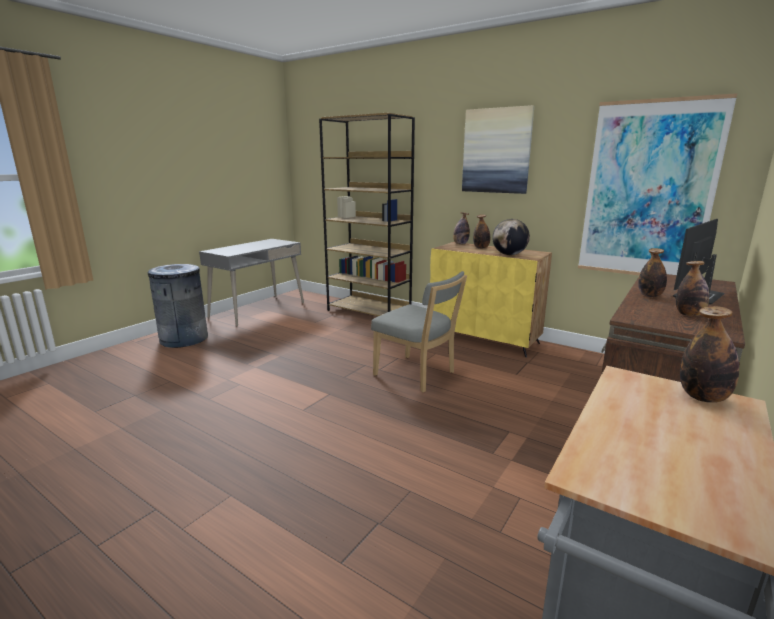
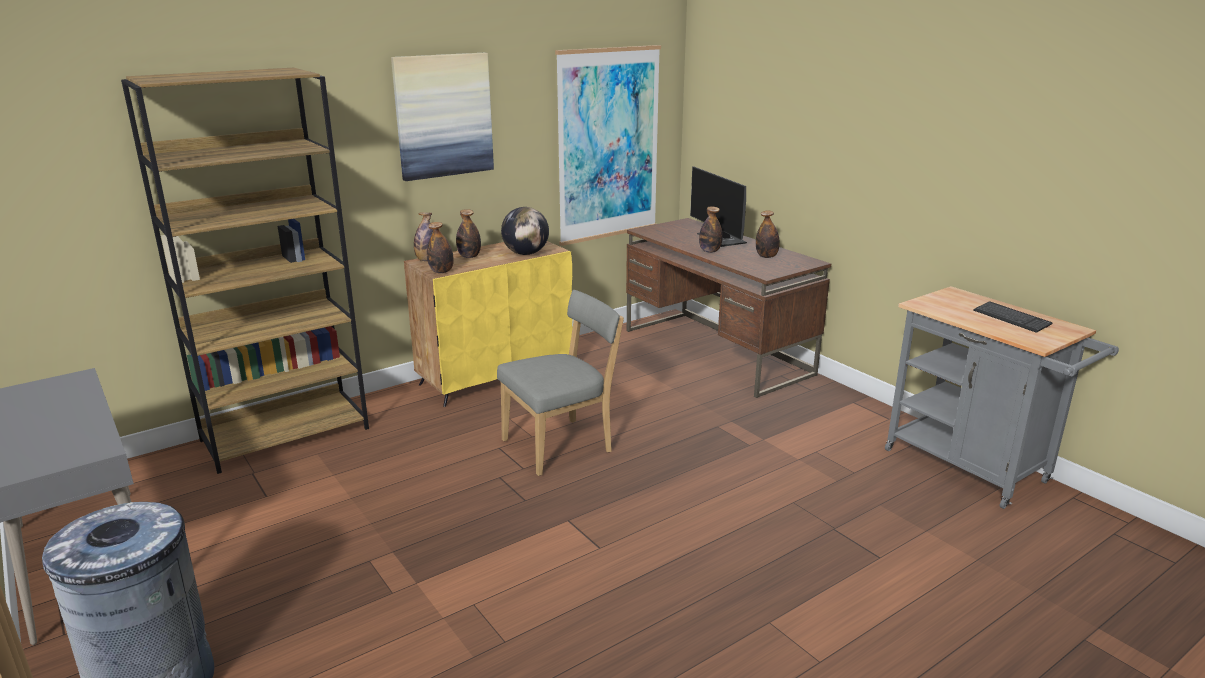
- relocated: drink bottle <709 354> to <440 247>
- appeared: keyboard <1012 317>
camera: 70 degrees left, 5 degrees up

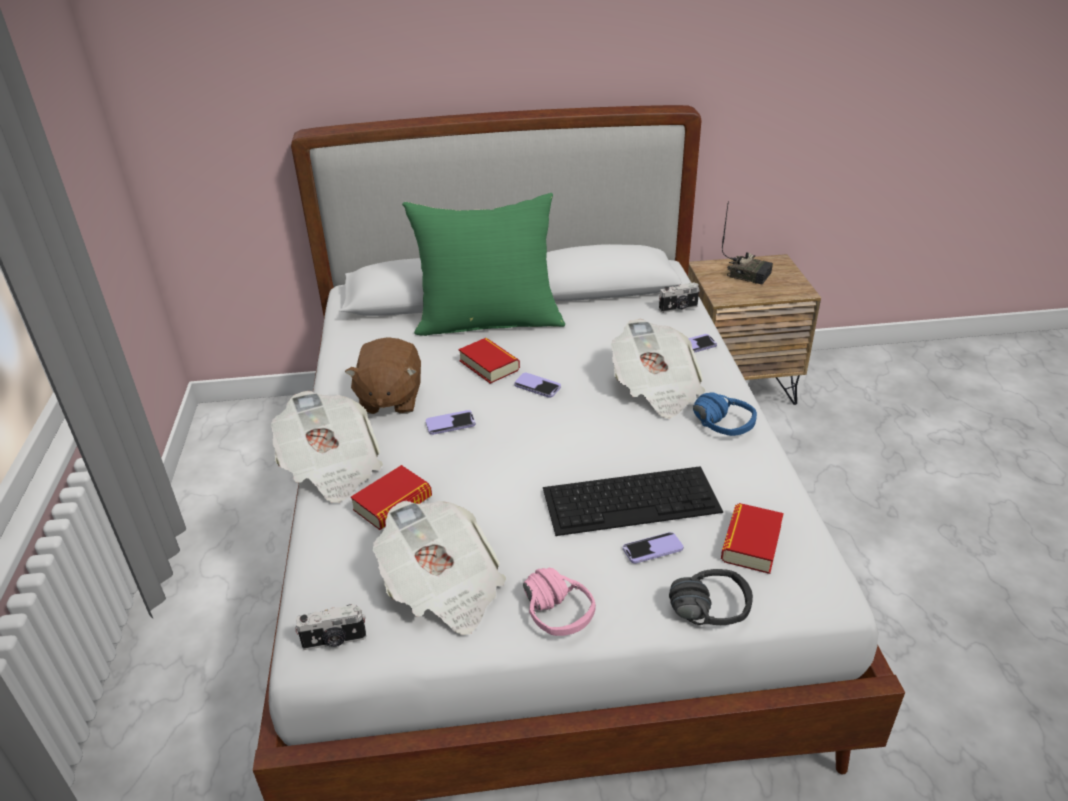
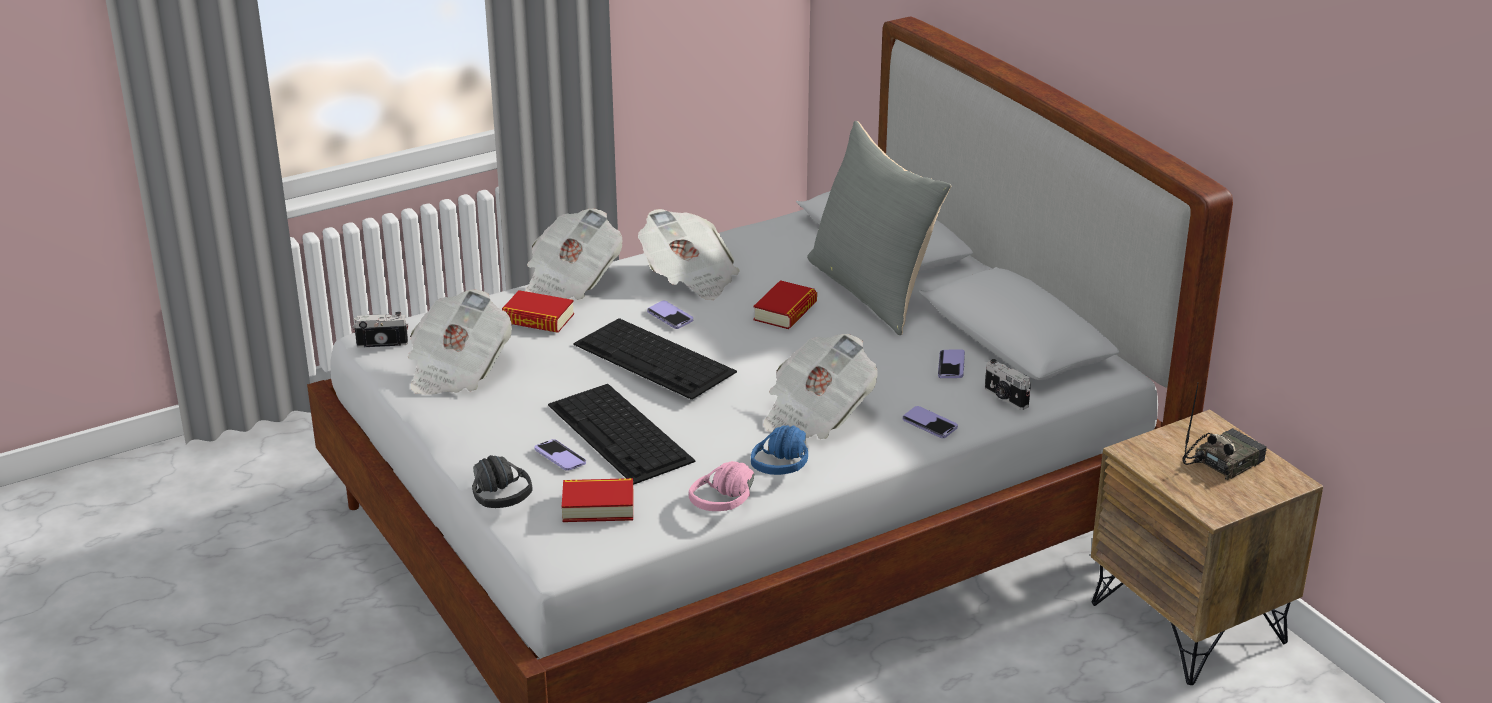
- spun: still camera <330 627> = <380 329> 120 degrees clockwise
- appeared: keyboard <655 359>
- exchanged: plush toy (brown) <383 375> to printed paper <689 254>
- relocated: headset (pink-coloured) <559 602> to <721 486>
- colour: throw pillow (green) <483 264> to throw pillow (greyish) <879 228>
- relocated: phone <537 385> to <951 363>
- spun: radio receiver <747 243> = <1225 432> 135 degrees counterclockwise
camera: 65 degrees right, 5 degrees down

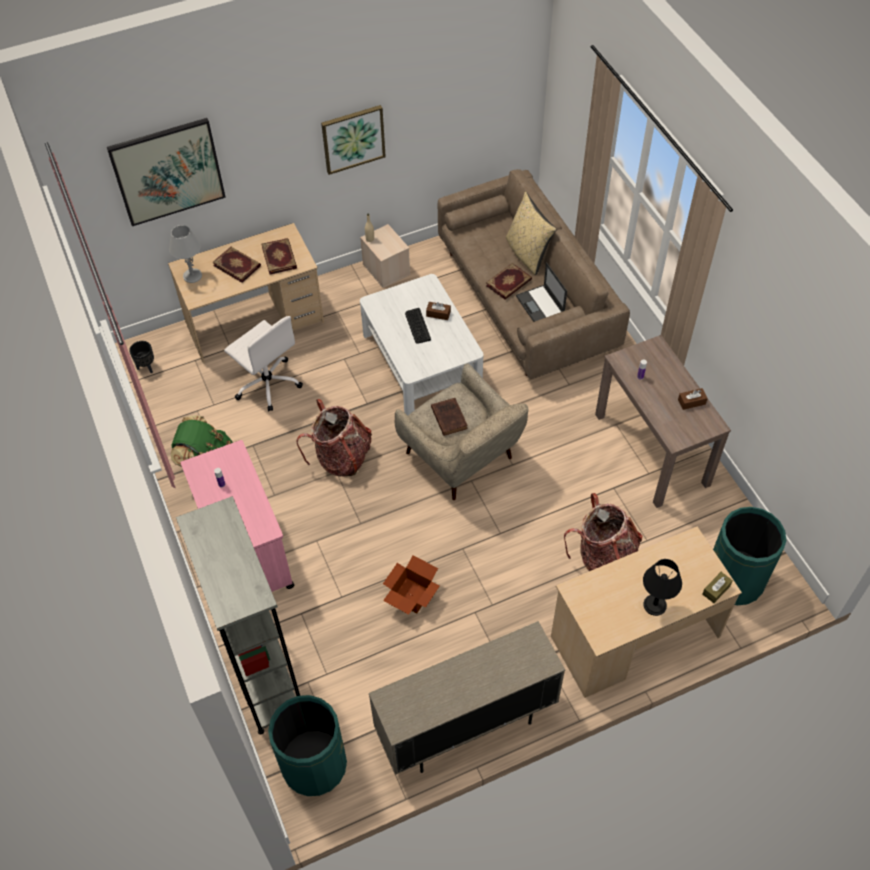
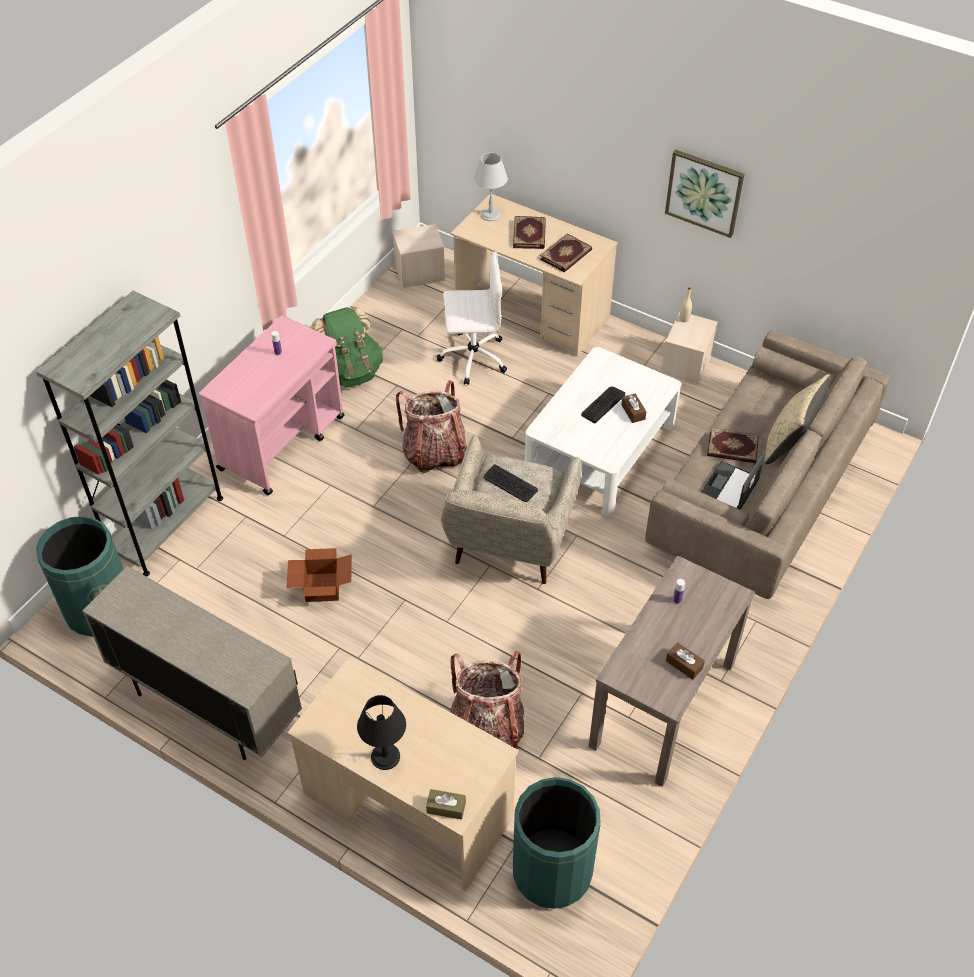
- exchanged: flower pot (blackish) <141 357> to storage container (beige-coloured) <418 256>
- spun: computer chair (white-coloured) <263 363> = <471 318> 105 degrees counterclockwise
- exchanged: book (brown) <449 417> to keyboard <511 483>
- missing: wall art <166 172>
camera: 55 degrees right, 5 degrees down

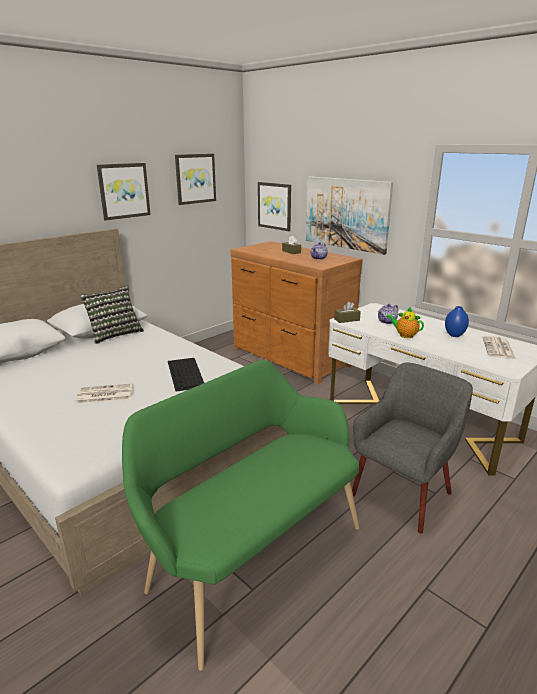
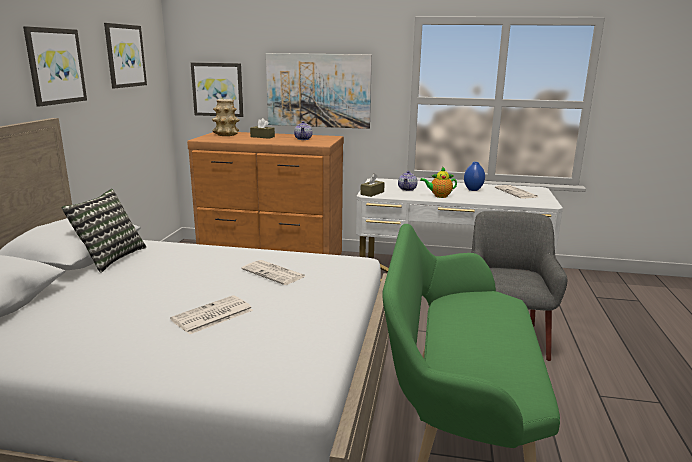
- appeared: decorative vase <226 117>
- exchanged: keyboard <186 375> to printed paper <273 272>
camera: 35 degrees left, 5 degrees down

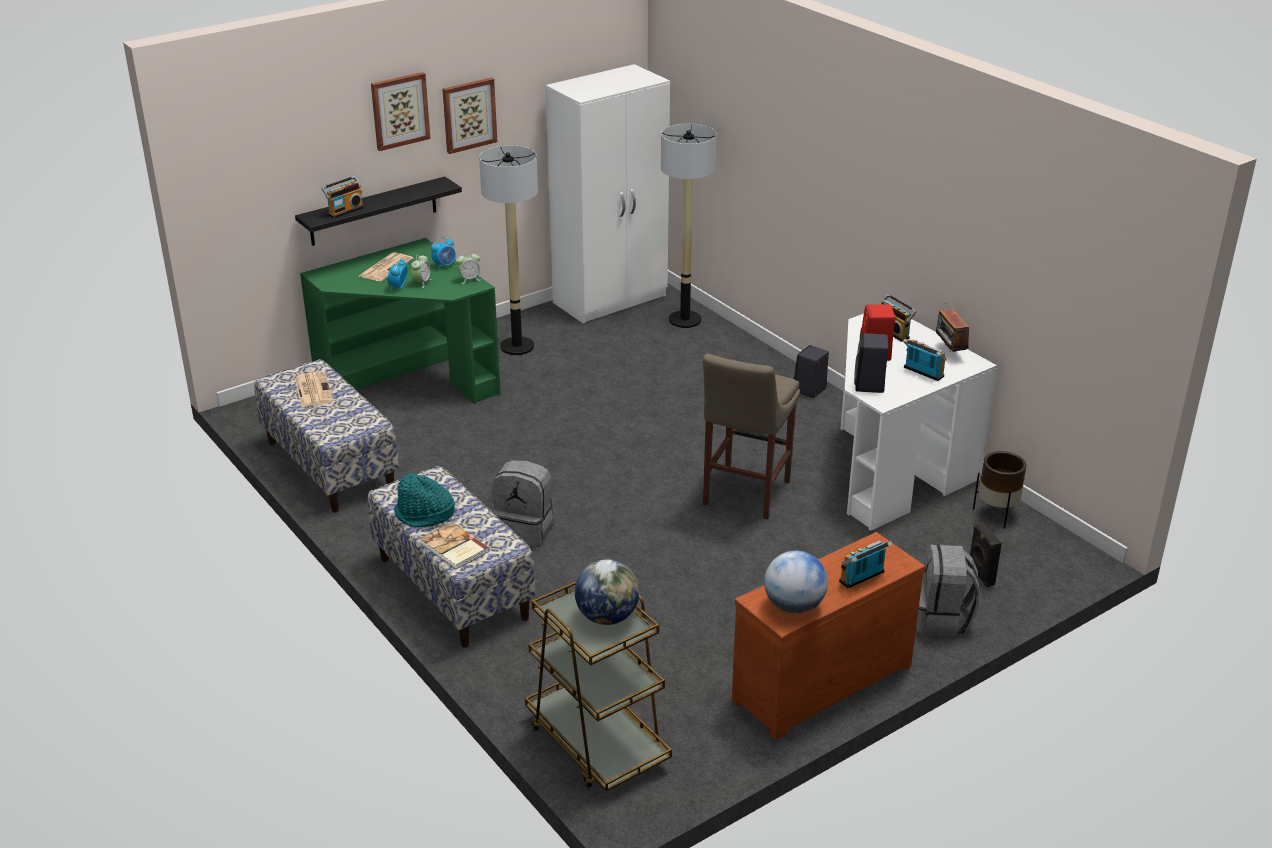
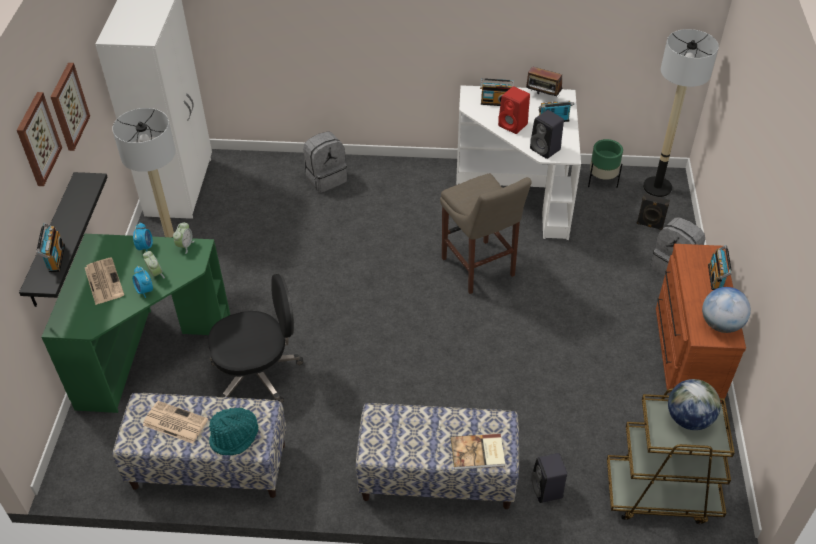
- appeared: computer chair (blackish) <255 338>
- relocated: clothing hat (turquoise) <424 500> to <233 431>
- relocated: knapsack (greyish) <523 503> to <325 162>
- relocated: speaker (blackish) <811 371> to <549 478>
- colour: flower pot (brown) <999 490> to flower pot (green) <605 163>
- relocated: standing lamp <689 226> to <681 113>
camera: 50 degrees left, 15 degrees up

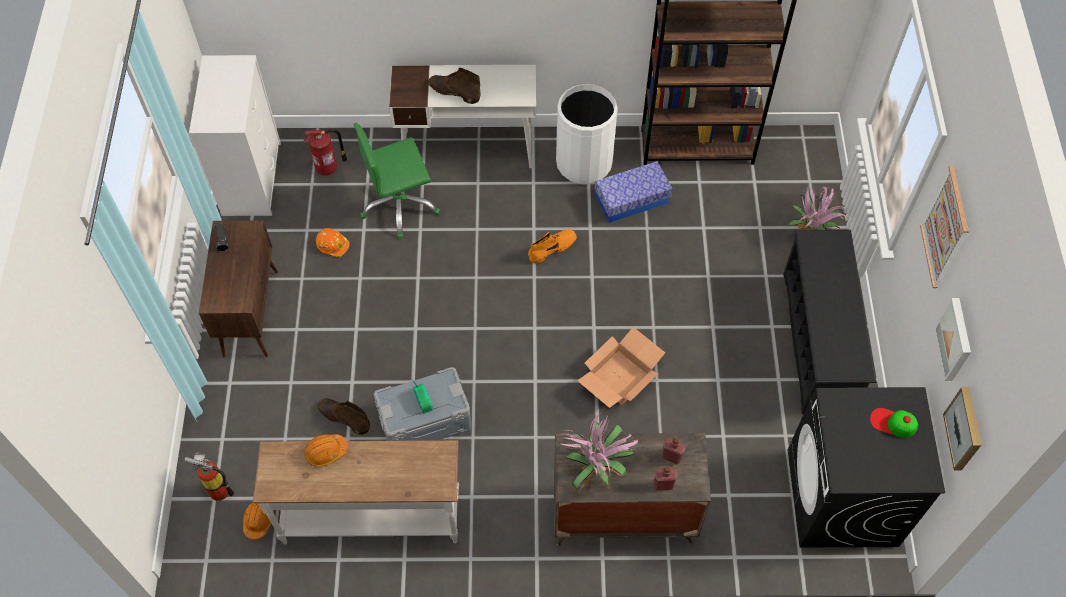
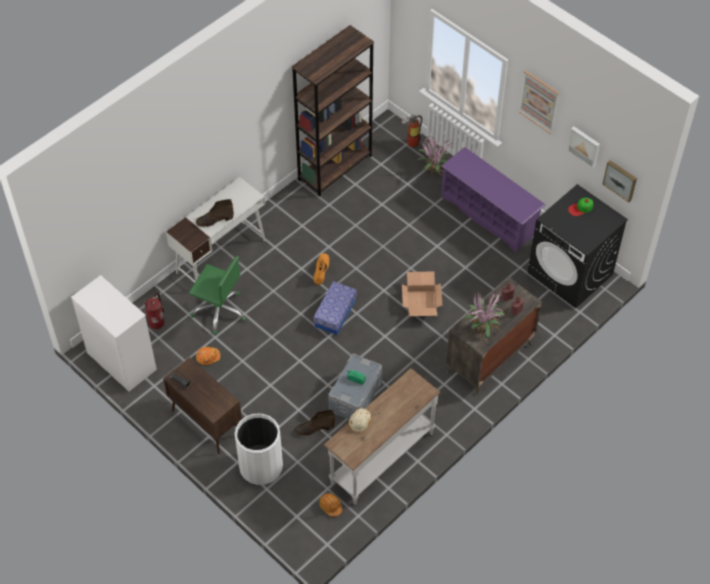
- spun: computer chair (green) <397 180> = <217 295> 90 degrees counterclockwise
- relocated: waste bin (white-coloured) <587 134> to <259 449>
- relocated: storage container <634 192> to <335 308>
- colour: hard hat (orange-coloured) <326 450> to hard hat (beige-coloured) <360 420>
- relocated: fire-fighting cylinder <209 476> to <412 131>
- colour: shoe shelf (blackish) <830 322> to shoe shelf (purple) <493 200>
camera: 45 degrees left, 5 degrees down

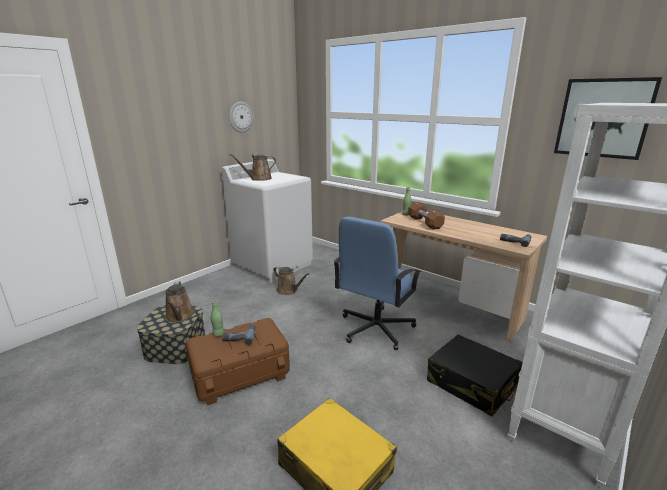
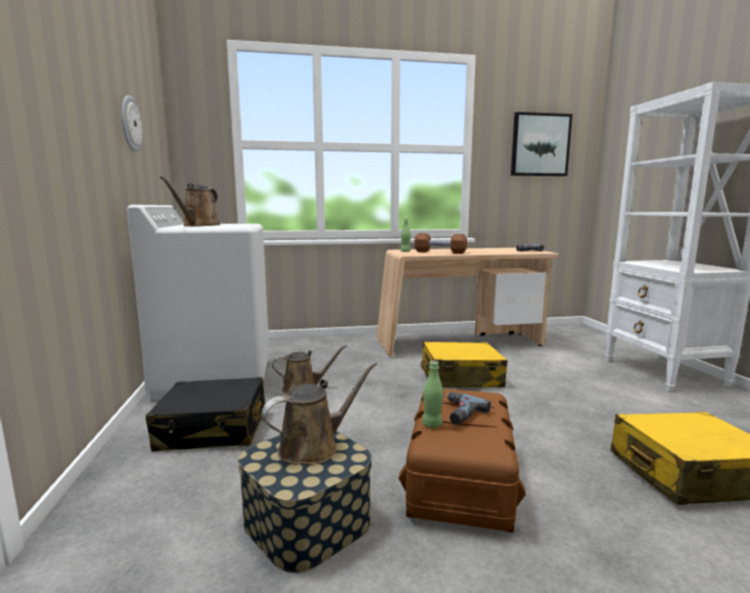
- relocated: piece of luggage (blackish) <475 375> to <205 414>
- spun: sprinkling can (brown) <180 302> = <319 413> 60 degrees counterclockwise
- exchanged: computer chair (bluish) <377 283> to piece of luggage (yellow-coloured) <463 365>
camera: 50 degrees left, 10 degrees down

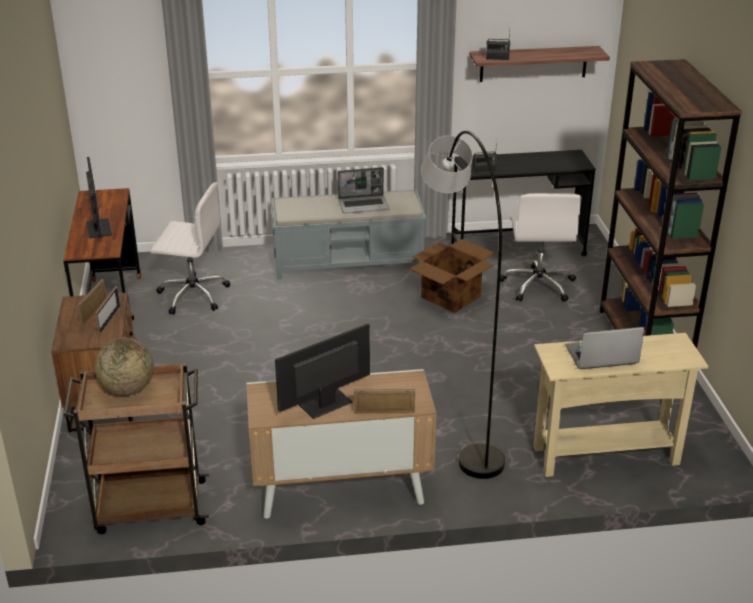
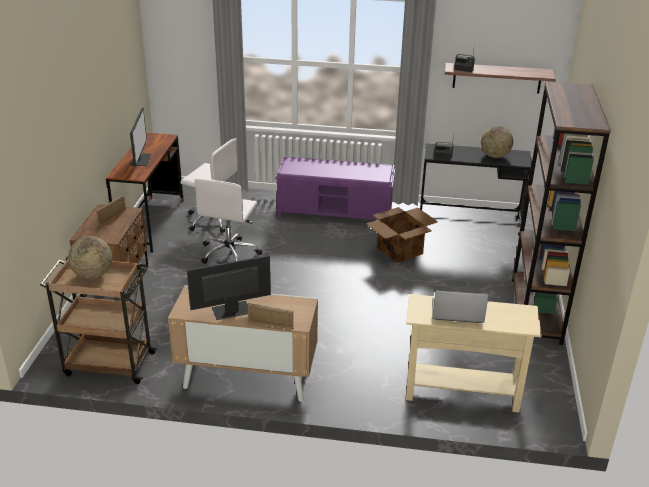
- relocated: computer chair (white-coloured) <541 247> to <228 221>
- colour: indoor bench (greyish) <348 235> to indoor bench (purple) <335 188>
- appeared: globe <497 142>
- missing: picture frame <108 310>
- missing: portable computer <363 190>
- missing: standing lamp (greyish) <463 305>
camera: 15 degrees right, 0 degrees up

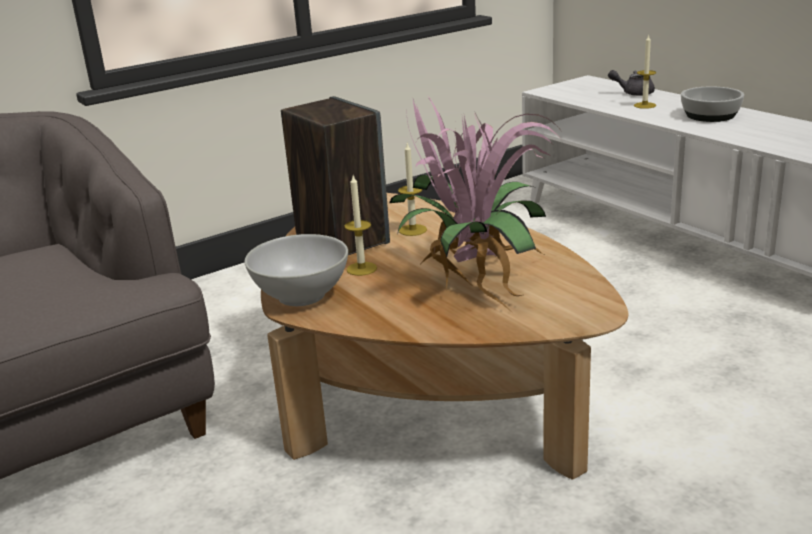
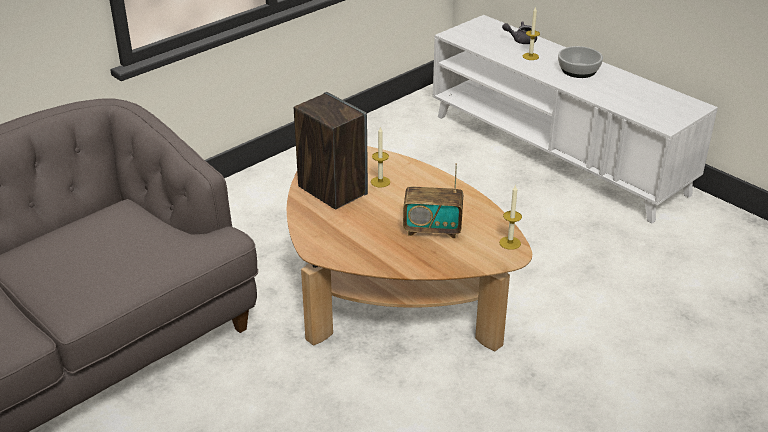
- exchanged: plant in a pot <476 202> to radio receiver <433 200>
- relocated: wax candle <360 225> to <510 217>
- missing: deep dish (white-coloured) <296 270>
camera: 10 degrees left, 10 degrees up

